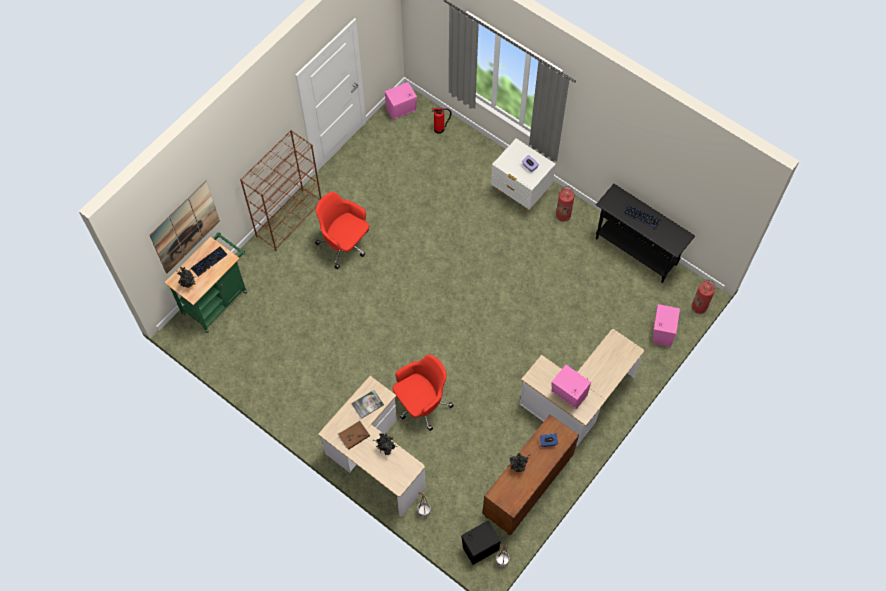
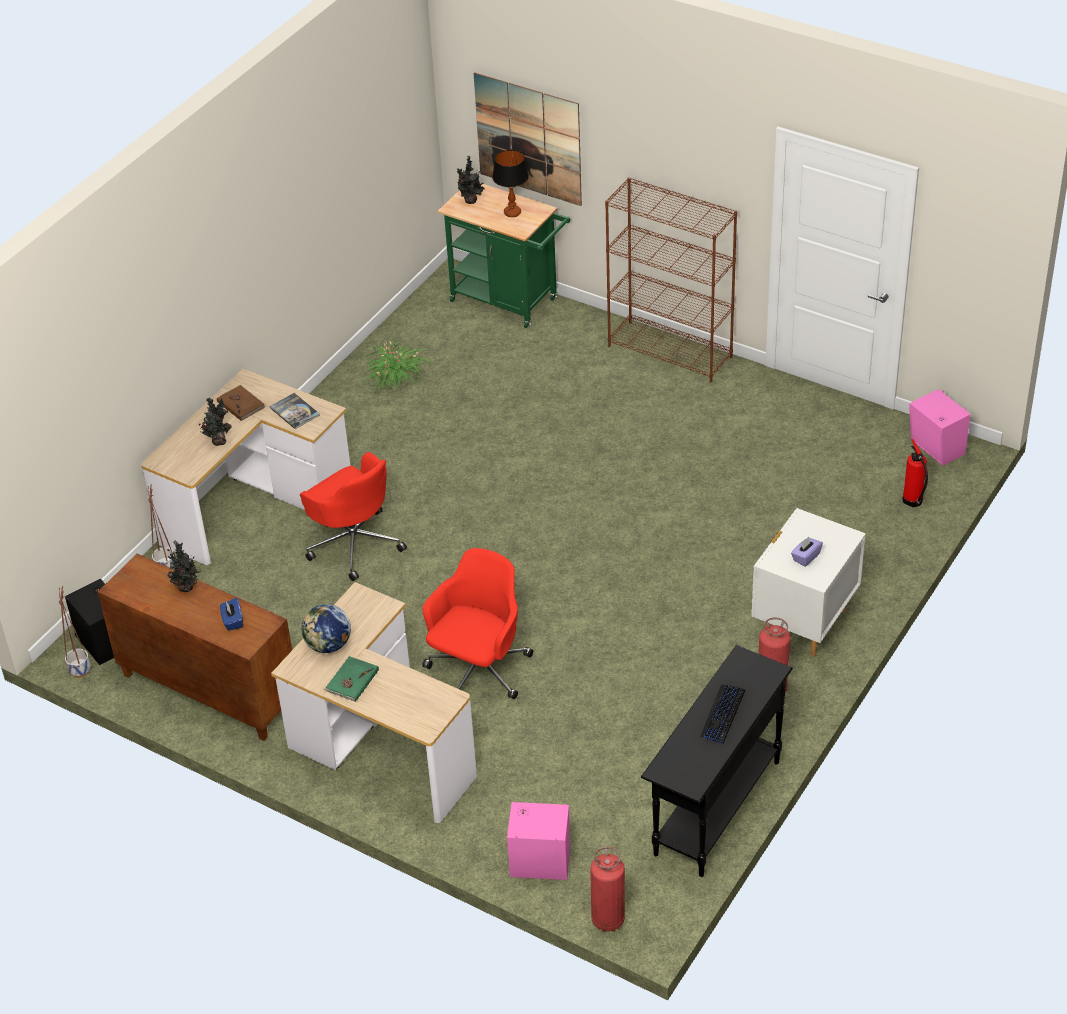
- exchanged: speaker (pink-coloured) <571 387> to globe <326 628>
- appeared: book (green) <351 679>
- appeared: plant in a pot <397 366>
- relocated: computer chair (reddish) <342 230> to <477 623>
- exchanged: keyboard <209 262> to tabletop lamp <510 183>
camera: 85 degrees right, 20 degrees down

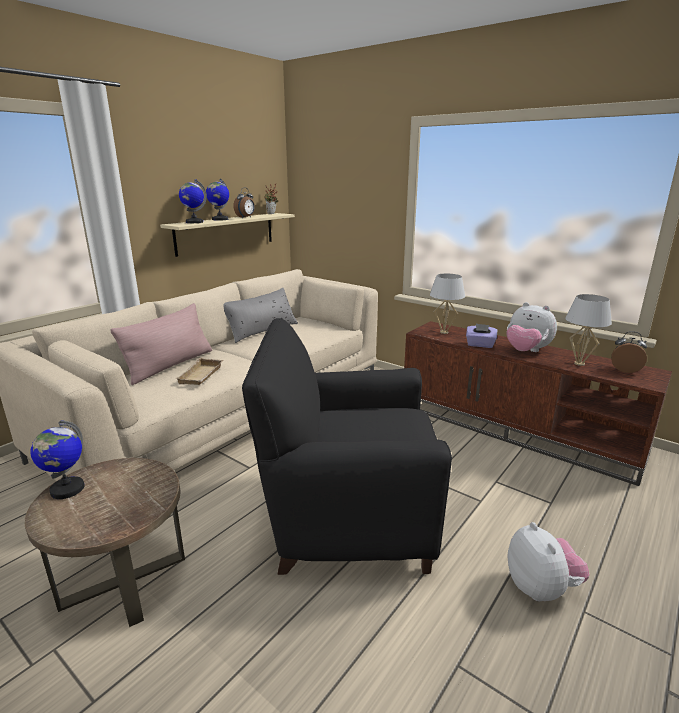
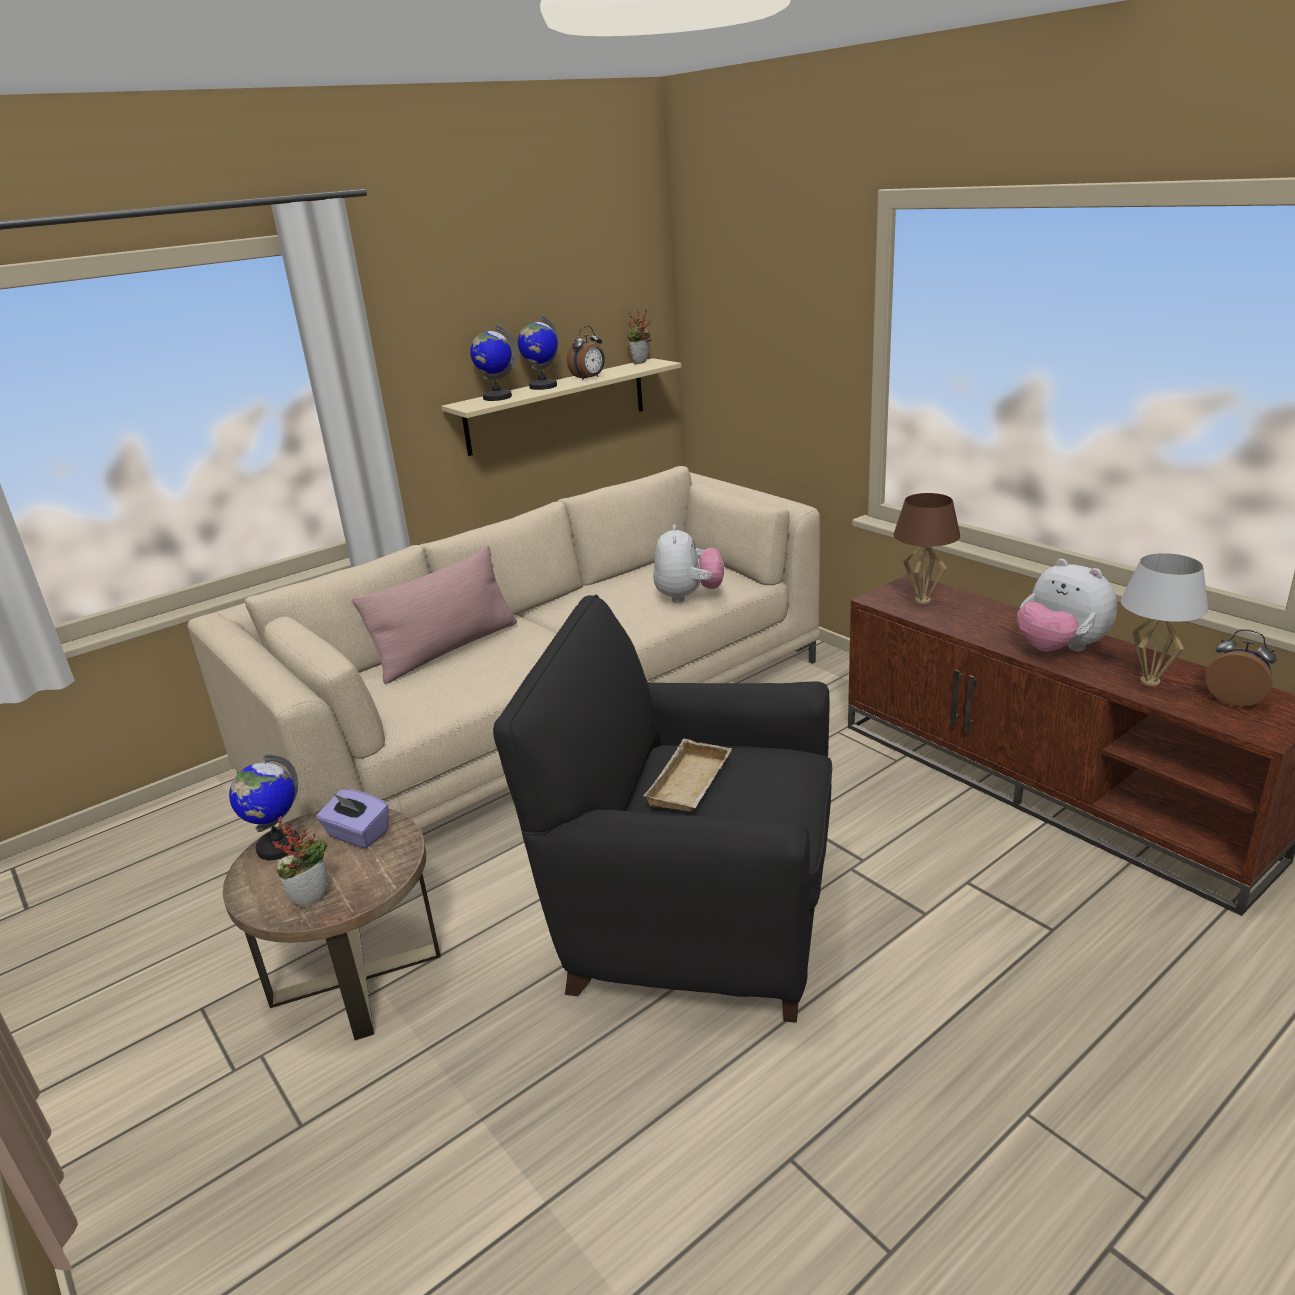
- appeared: plant in a pot <299 862>
- relocated: box of tissues (purple) <481 335> to <352 819>
- relocated: serving tray (beige-coloured) <199 371> to <687 775>
- relocated: plush toy <548 562> to <688 563>
- colour: tabletop lamp (white-coloured) <447 303> to tabletop lamp (brown) <927 548>
- missing: throw pillow (greyish) <260 315>
camera: 15 degrees right, 5 degrees up

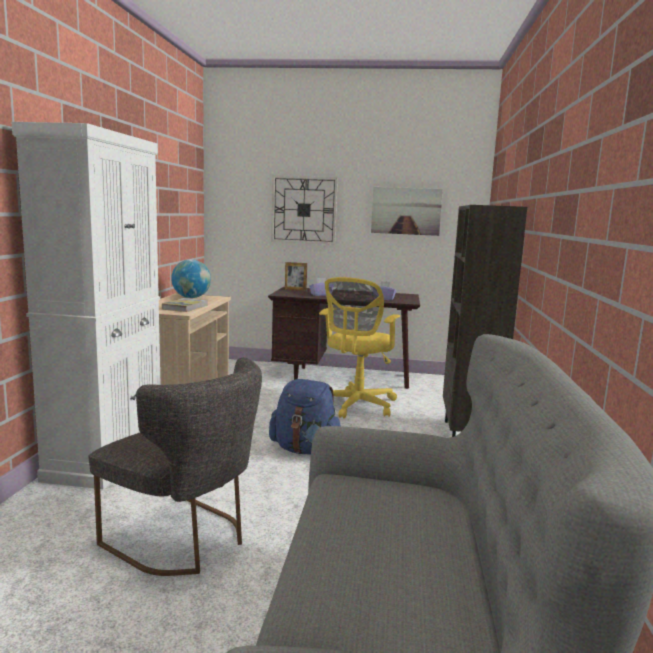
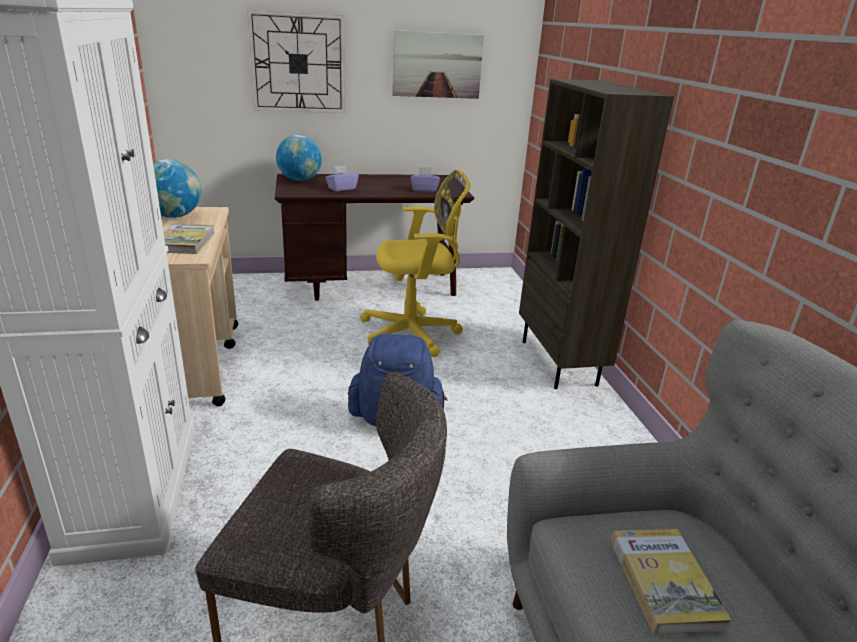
- exchanged: picture frame <296 276> to globe <299 158>
- spun: computer chair (yellow-coloured) <359 347> = <415 263> 105 degrees counterclockwise
- appeared: book <671 582>
camera: 20 degrees left, 15 degrees up

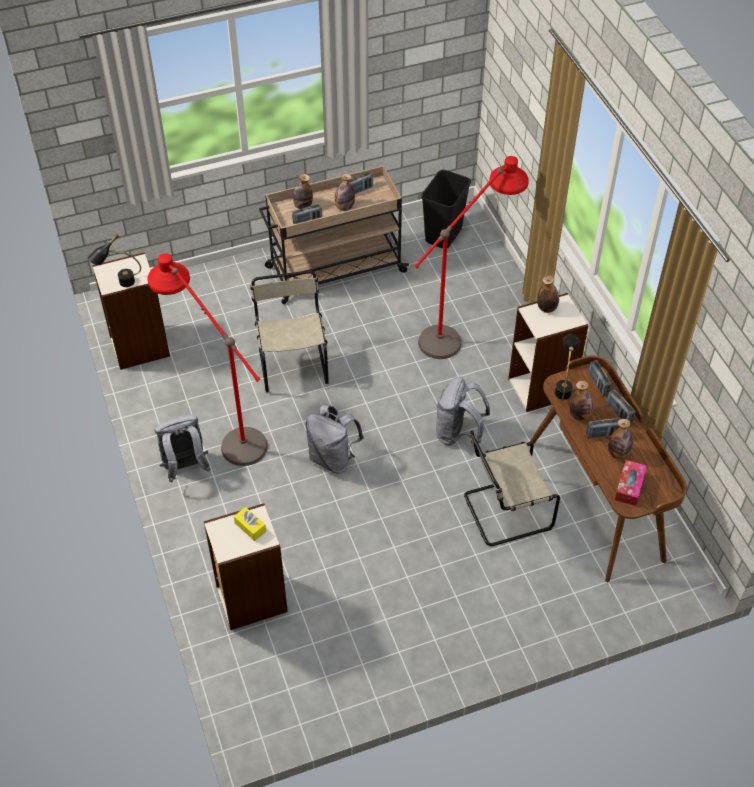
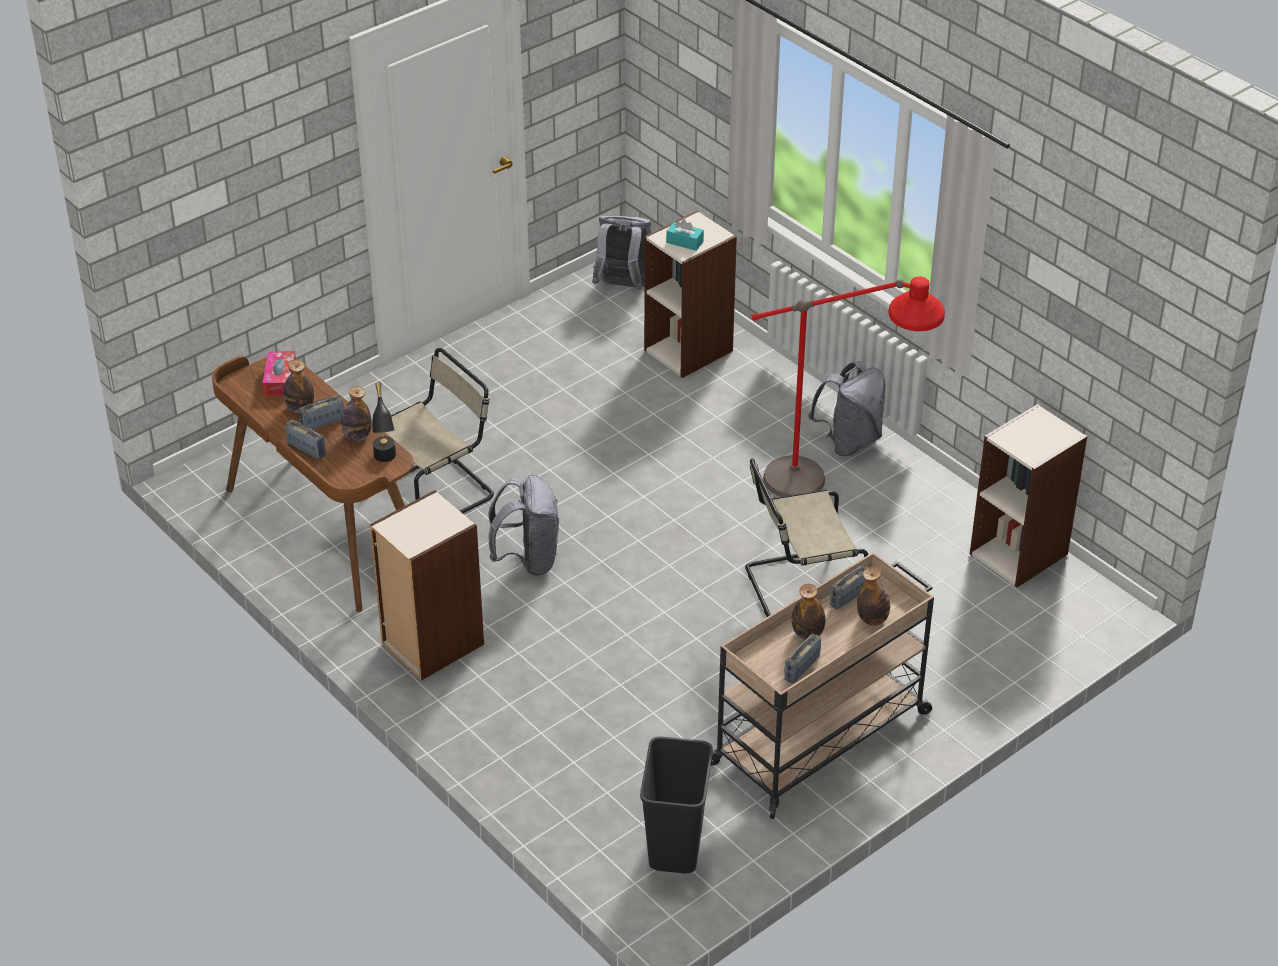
- relocated: knapsack (greyish) <335 439> to <621 253>
- colour: box of tissues (yellow-coloured) <250 524> to box of tissues (turquoise) <685 235>
- spun: plain chair (beige-coloured) <289 331> = <806 537> 105 degrees clockwise
- missing: tabletop lamp (blackish) <114 260>
- missing: standing lamp (reddish) <471 257>
- missing: drink bottle <548 294>
- missing: radio receiver <600 378>
camera: 160 degrees right, 10 degrees down

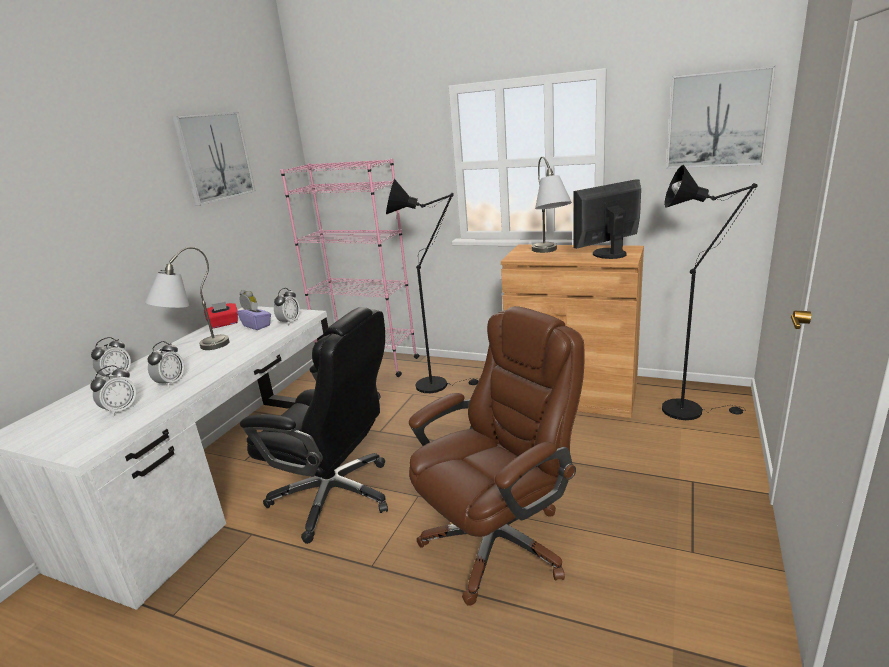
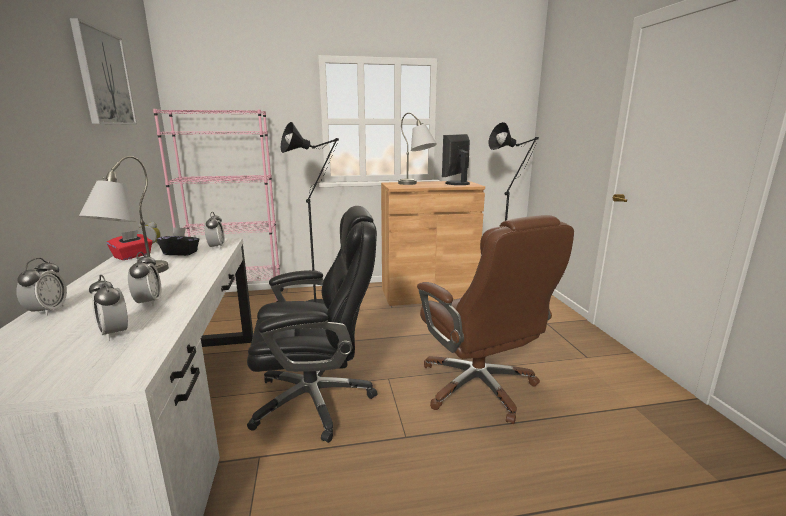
- spun: bedside clock <113 390> = <108 308> 135 degrees clockwise
- colour: box of tissues (purple) <254 316> to box of tissues (blackish) <178 241>
- spun: computer chair (brown) <496 456> = <495 319> 135 degrees clockwise
- missing: wall art <721 117>
camera: 35 degrees left, 5 degrees down

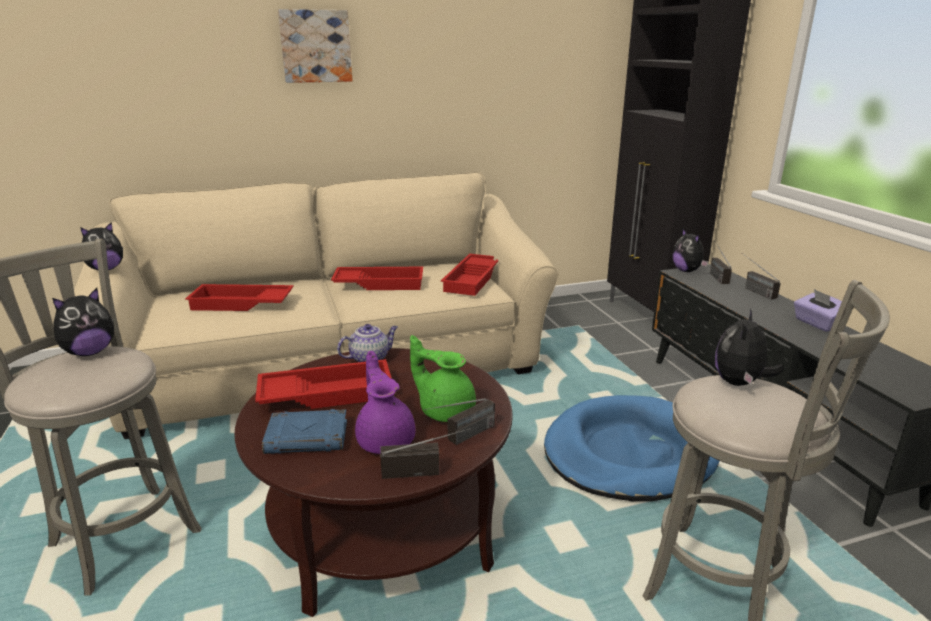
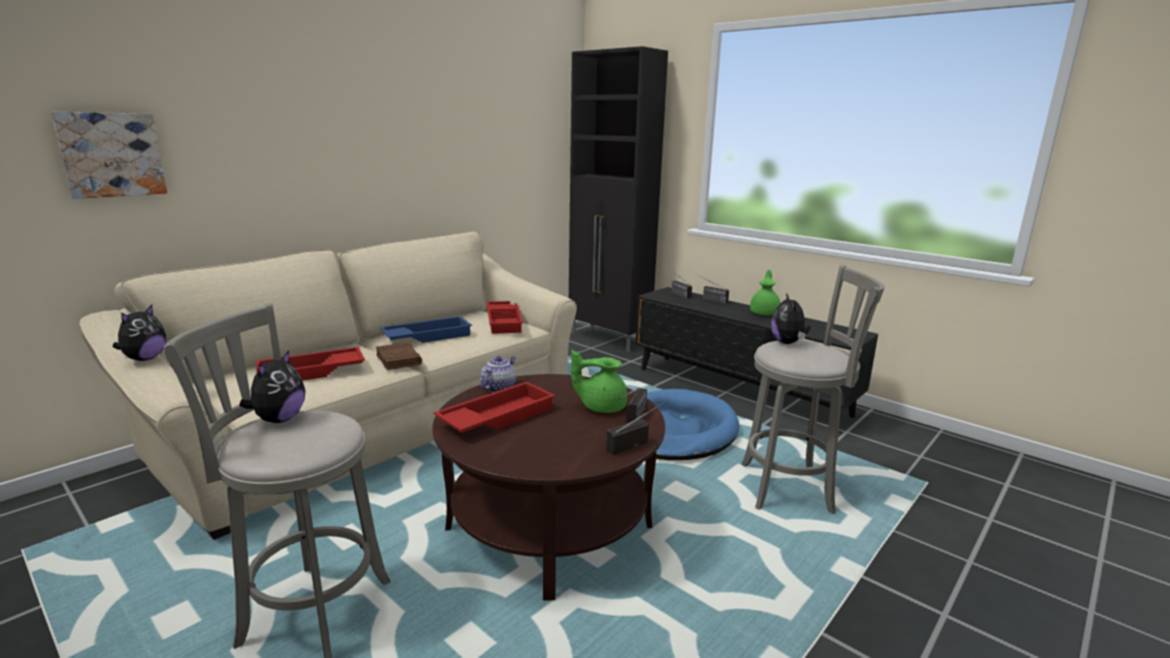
- relocated: wall art <315 46> to <109 155>
- appeared: book (brown) <399 356>
- colour: serving tray (reddish) <377 278> to serving tray (bluish) <426 329>
- exchanged: box of tissues (purple) <818 310> to pot for tea (green) <765 292>
- missing: book (bluish) <304 431>
- missing: pot for tea (purple) <385 402>
- missing: plush toy <690 250>
camera: 30 degrees left, 5 degrees down

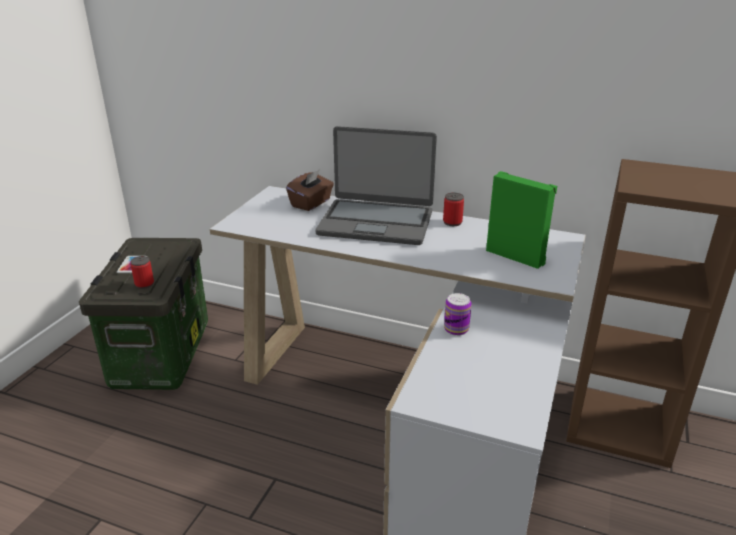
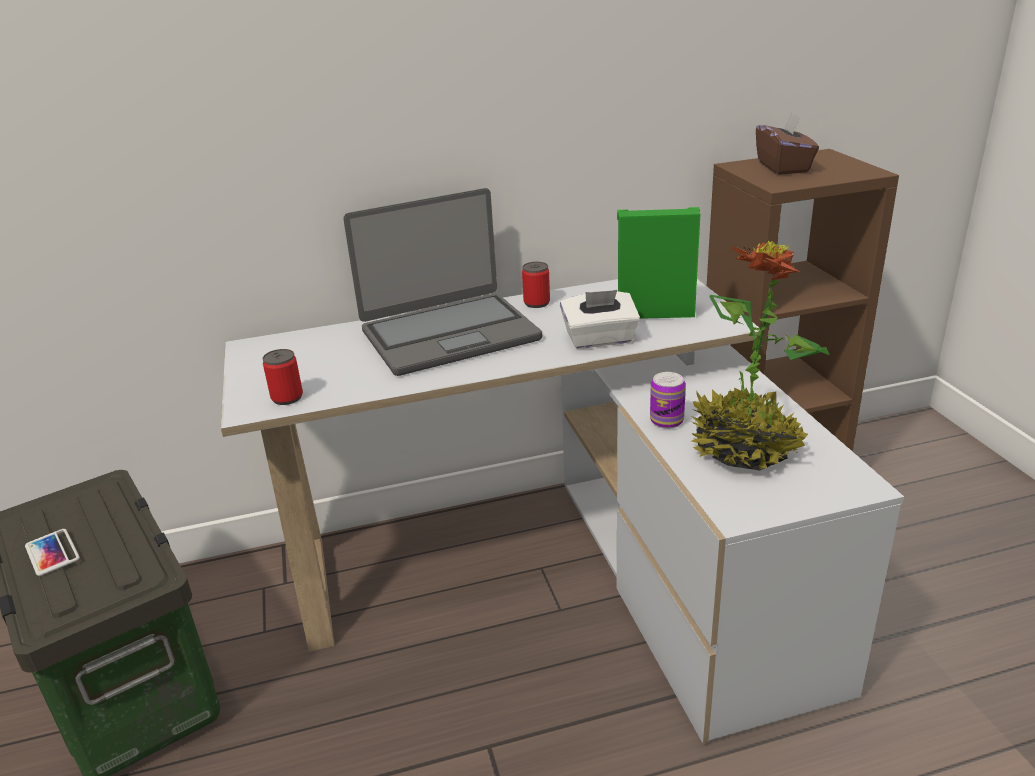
- relocated: metal can <142 272> to <283 377>
- appeared: box of tissues (white-coloured) <600 319>
- appeared: plant in a pot <760 355>
- relocated: box of tissues (brown) <310 190> to <787 143>
camera: 35 degrees left, 0 degrees up

